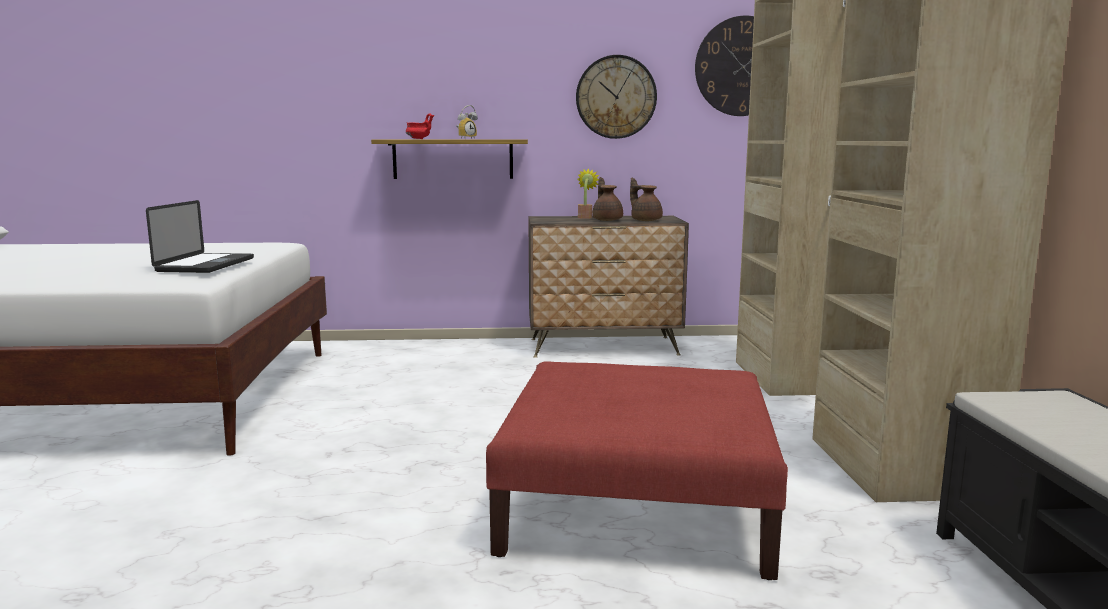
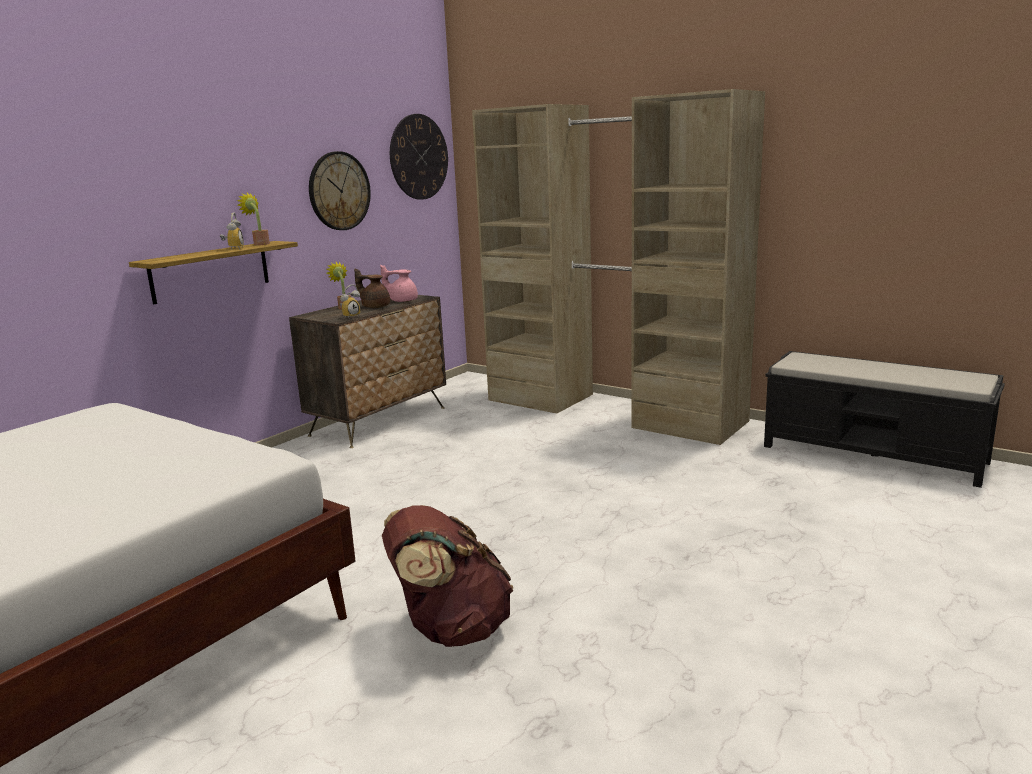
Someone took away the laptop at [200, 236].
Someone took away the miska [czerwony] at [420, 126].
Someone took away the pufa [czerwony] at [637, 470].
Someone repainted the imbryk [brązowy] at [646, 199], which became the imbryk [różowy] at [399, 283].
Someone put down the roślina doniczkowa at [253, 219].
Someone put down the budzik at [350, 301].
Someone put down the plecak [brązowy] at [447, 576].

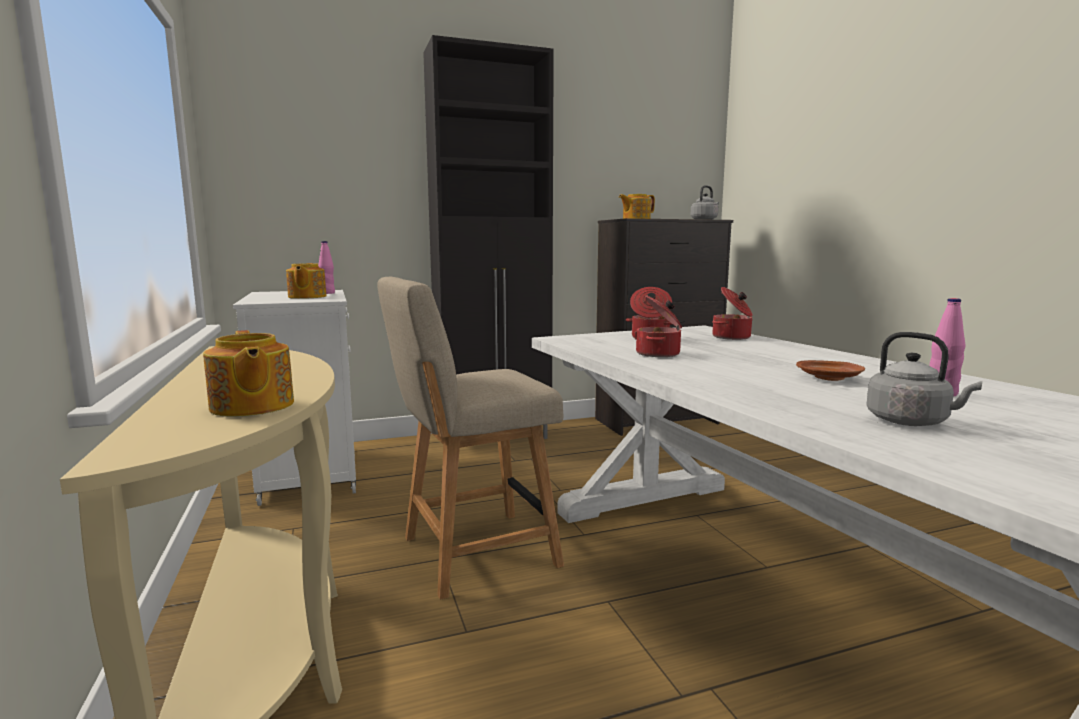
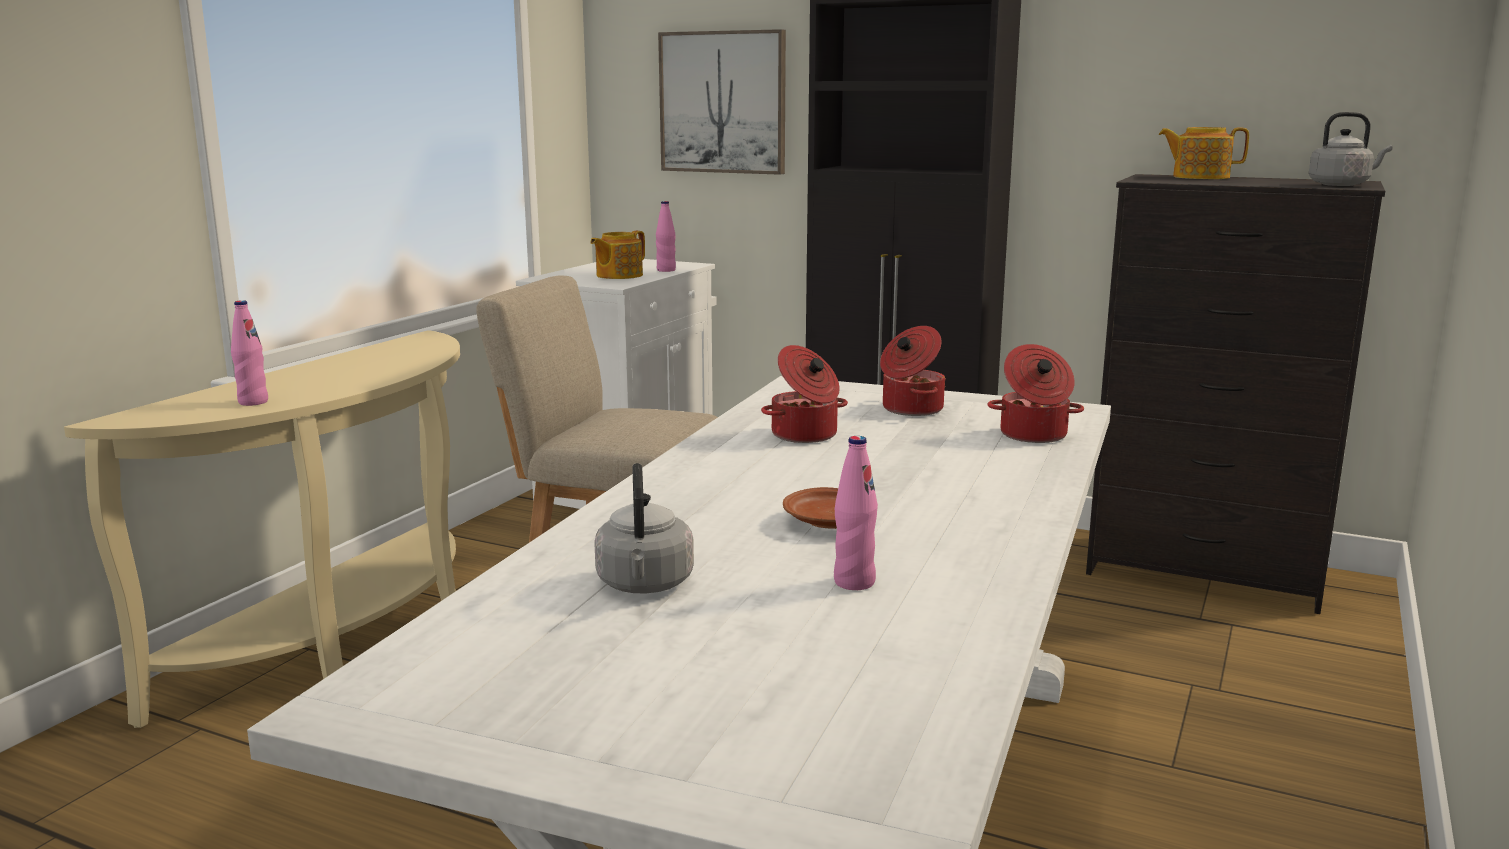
Someone swapped the imbryk at [248, 373] for the butelka [różowy] at [249, 353].
Someone put up the obraz at [722, 102].

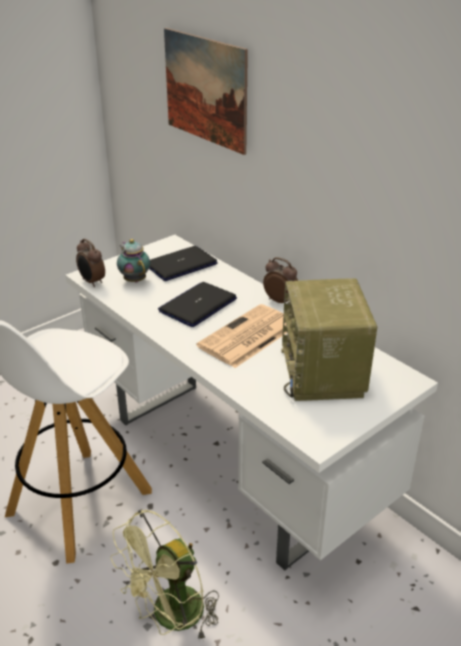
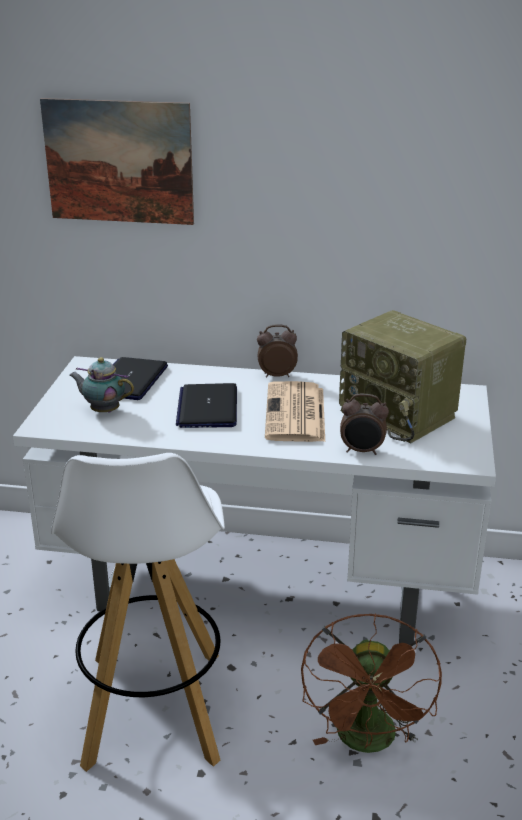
Someone carried the budzik from [90, 263] to [364, 424].
Someone repainted the wentylator [zielony] at [165, 575], which became the wentylator [brązowy] at [371, 683].

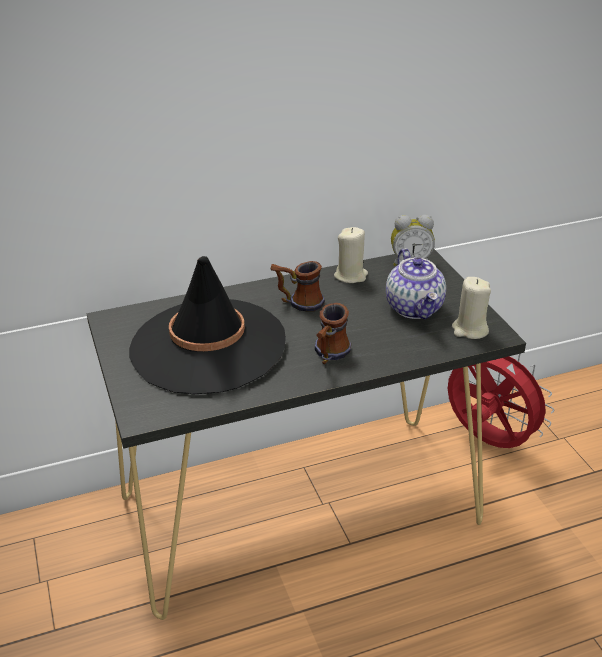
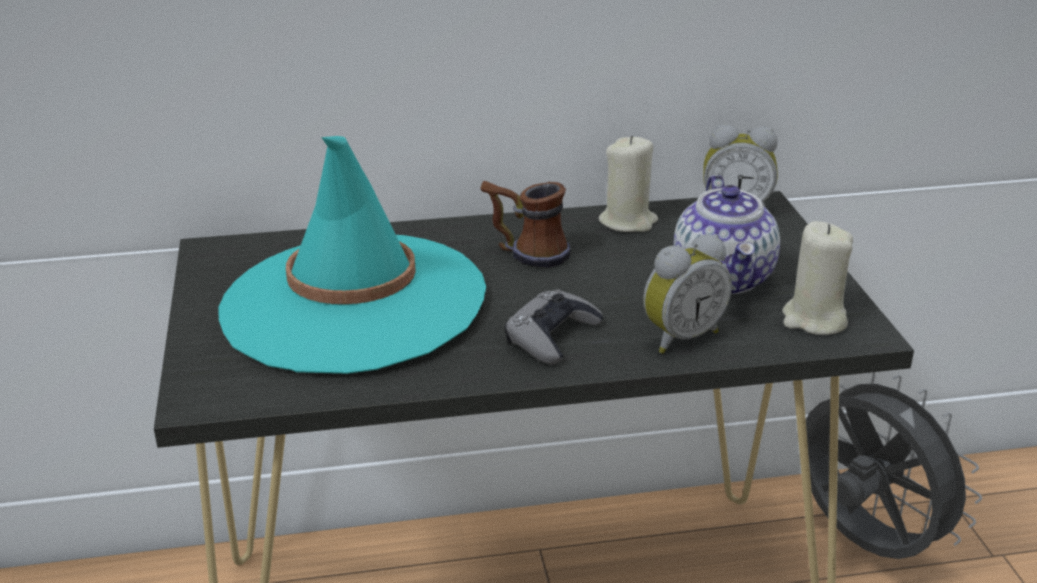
Someone repainted the kapelusz [czarny] at [207, 325], which became the kapelusz [turkusowy] at [352, 255].
Someone swapped the kubek at [333, 333] for the pad do gier [szary] at [554, 327].
Someone repainted the wentylator [czerwony] at [501, 401], which became the wentylator [szary] at [894, 465].
Someone put down the budzik at [687, 294].

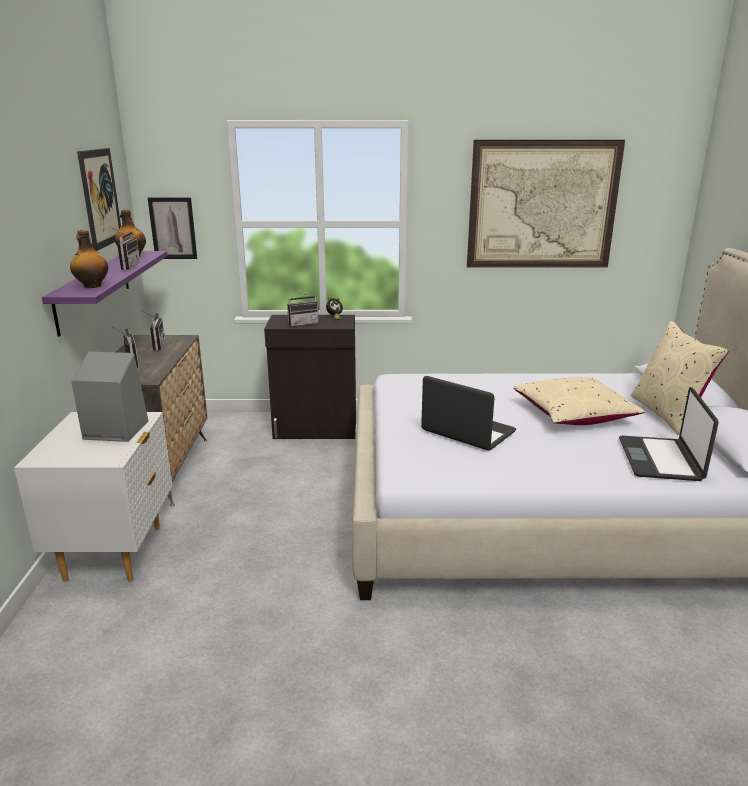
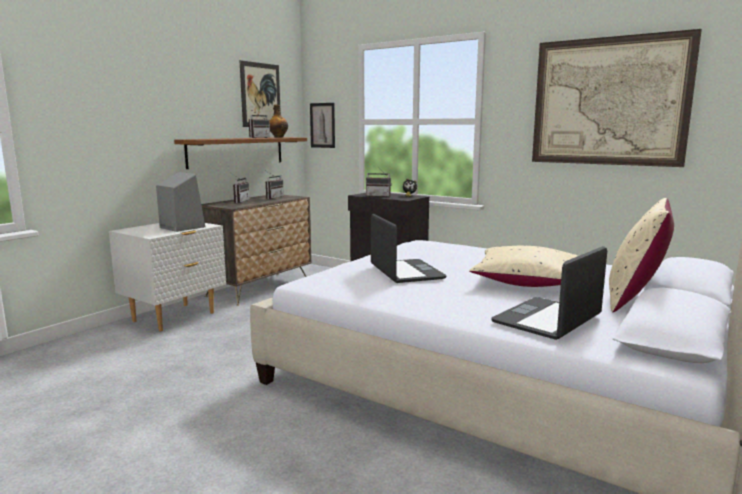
Someone repainted the półka [fioletowy] at [105, 294], which became the półka [brązowy] at [240, 153].
Someone took away the butelka at [89, 259].

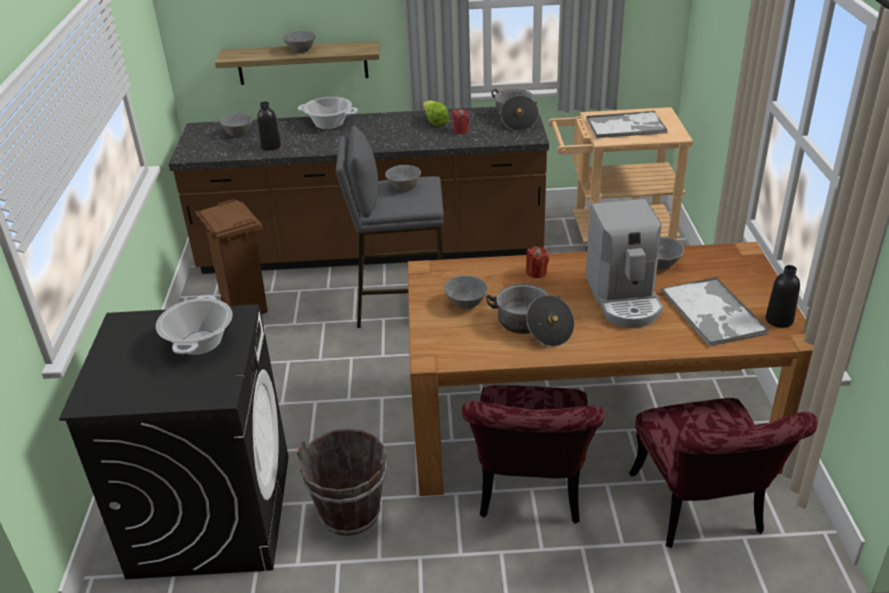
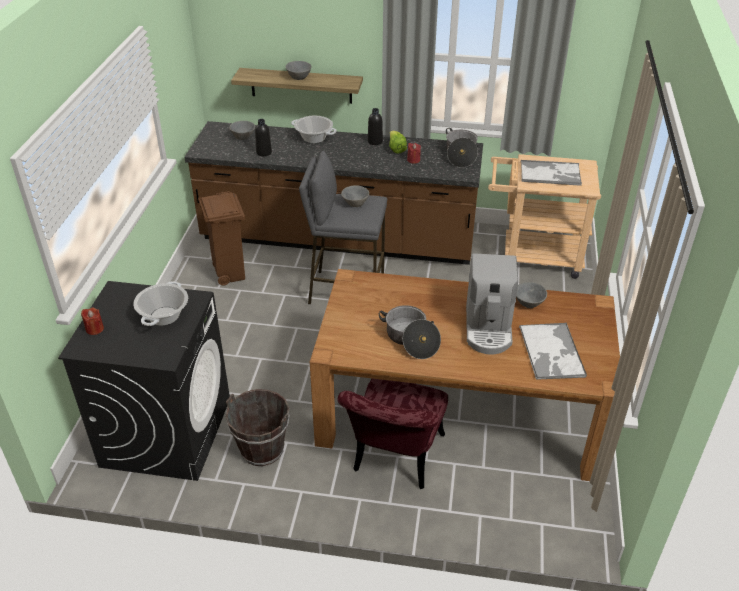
Someone took away the miska [szary] at [466, 292].
Someone carried the świeca [czerwony] from [537, 262] to [92, 321].
Someone took away the krzesło [czerwony] at [723, 473].
Someone carried the butelka [czarny] from [783, 296] to [375, 126].

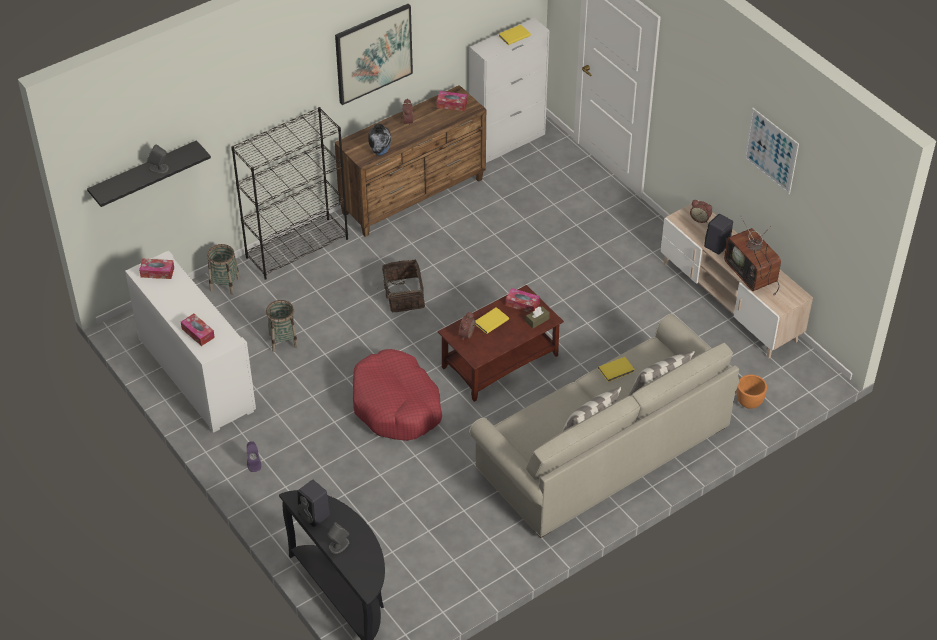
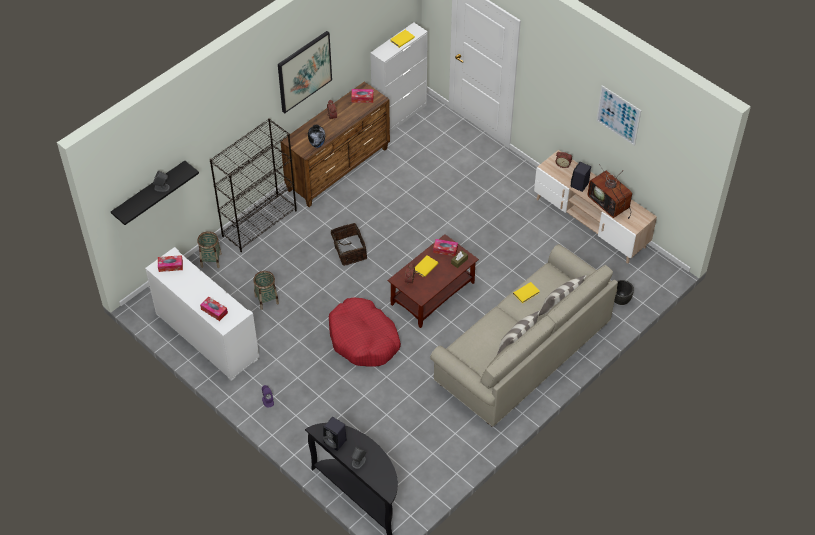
Someone repainted the donica [pomarańczowy] at [752, 392], which became the donica [czarny] at [624, 292].

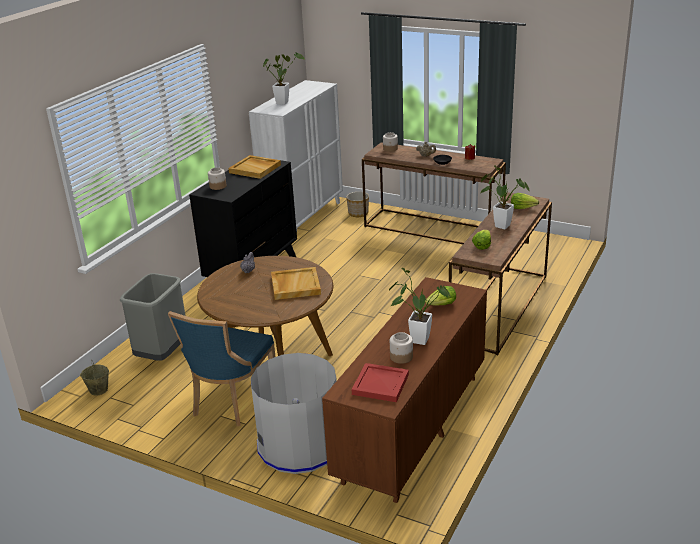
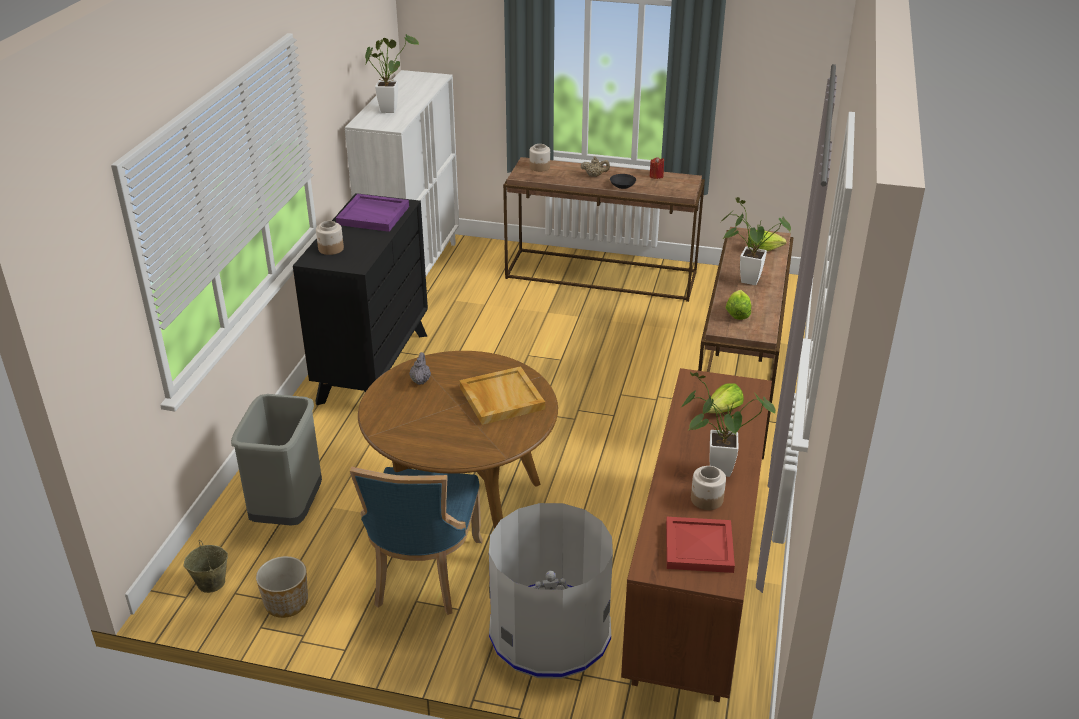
Someone repainted the taca [beżowy] at [254, 167], which became the taca [fioletowy] at [372, 213].
Someone carried the donica from [357, 204] to [282, 587].

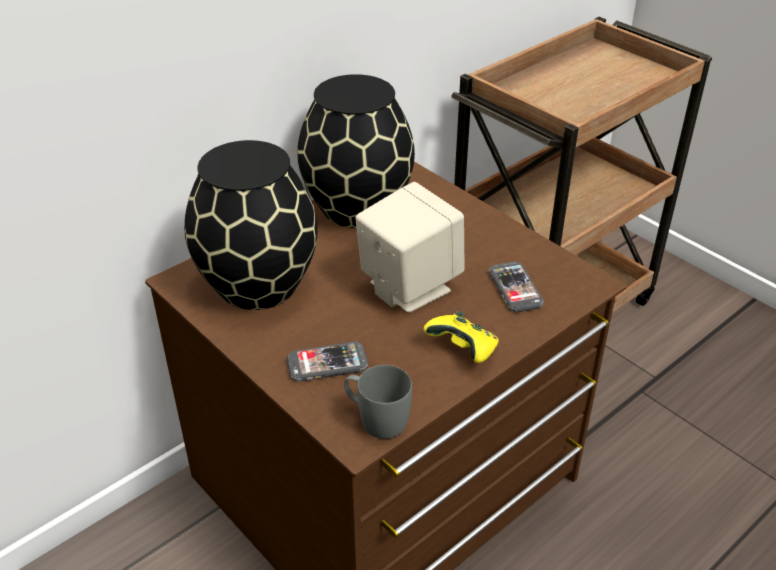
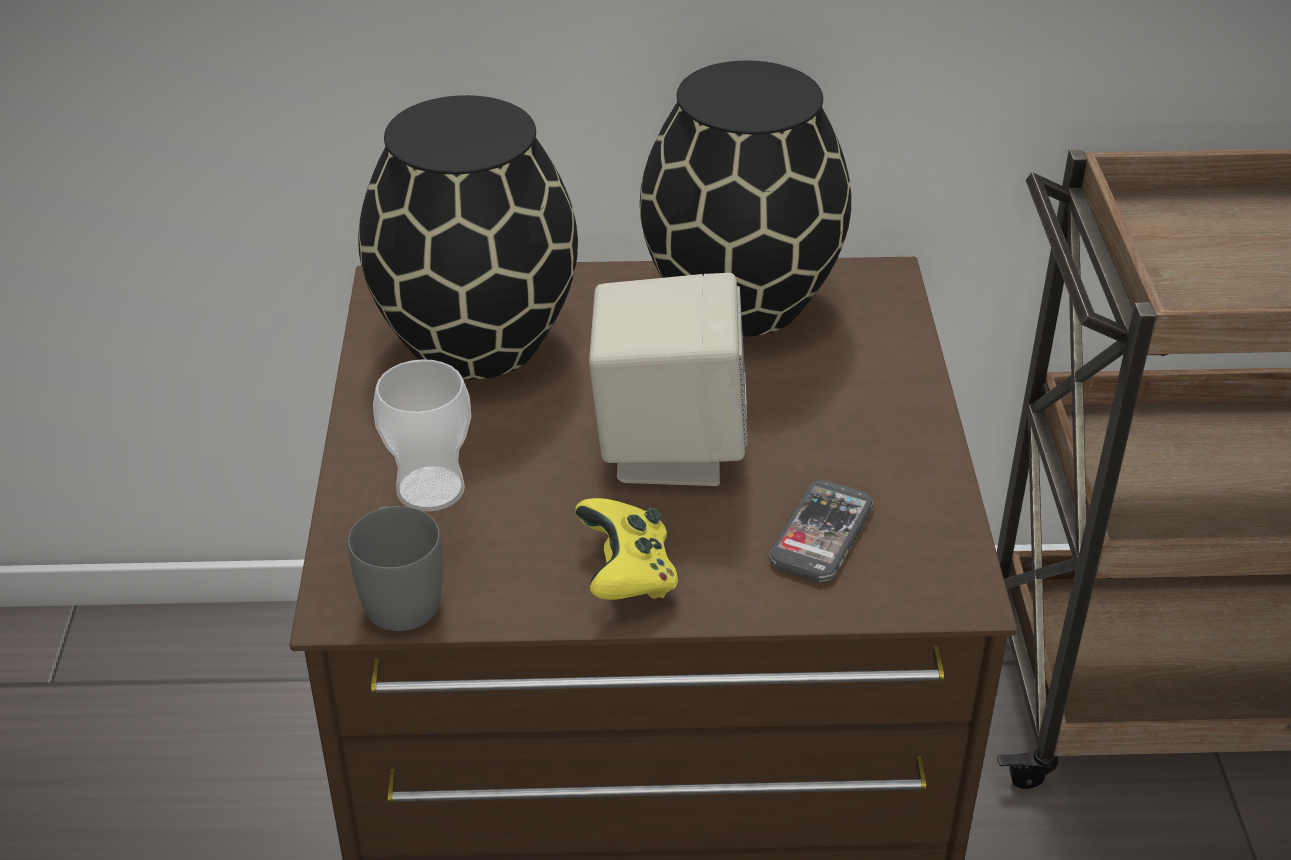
Someone swapped the telefon at [327, 361] for the filiżanka at [422, 435].

